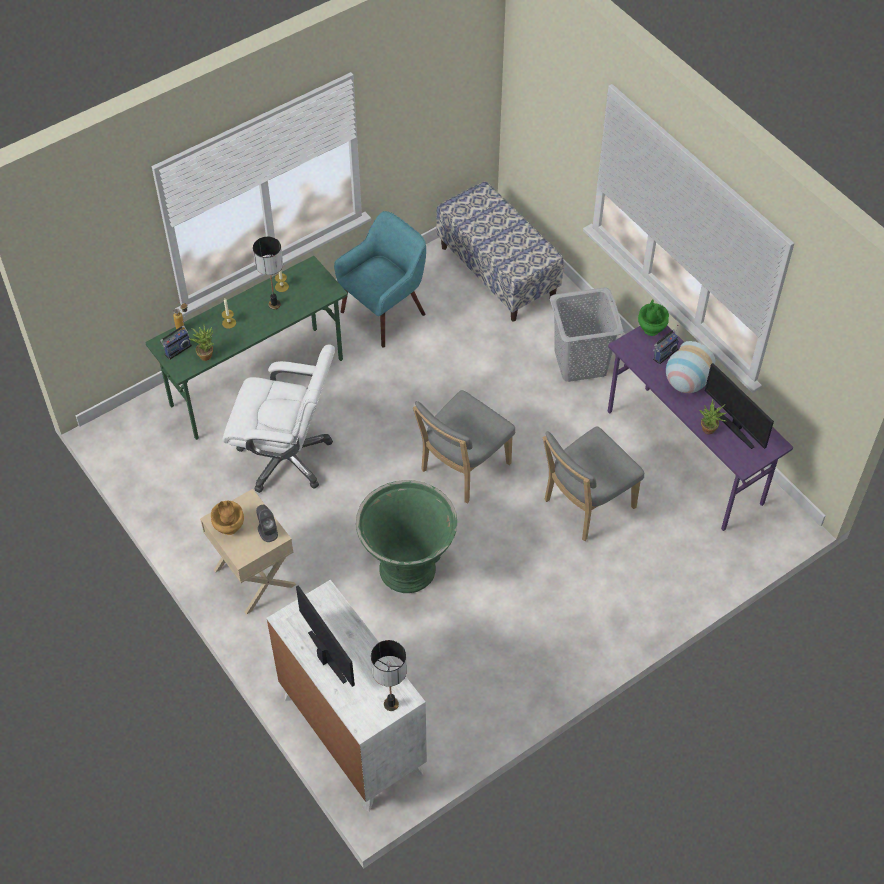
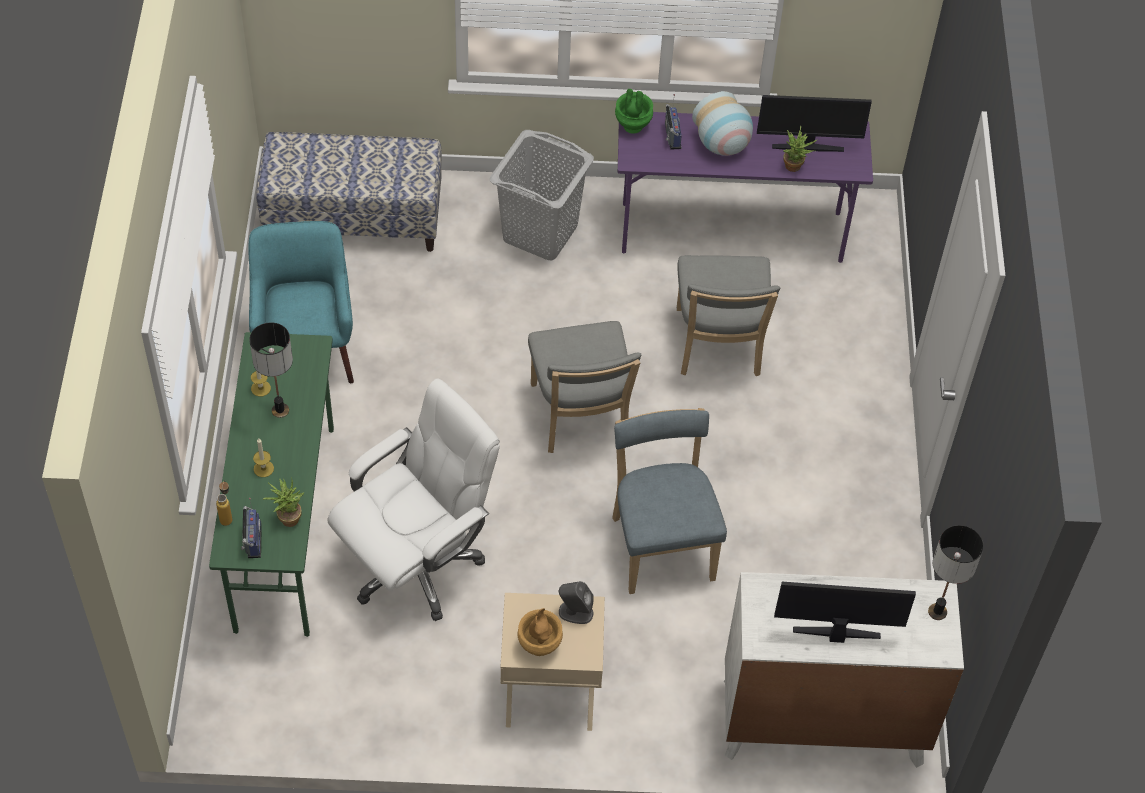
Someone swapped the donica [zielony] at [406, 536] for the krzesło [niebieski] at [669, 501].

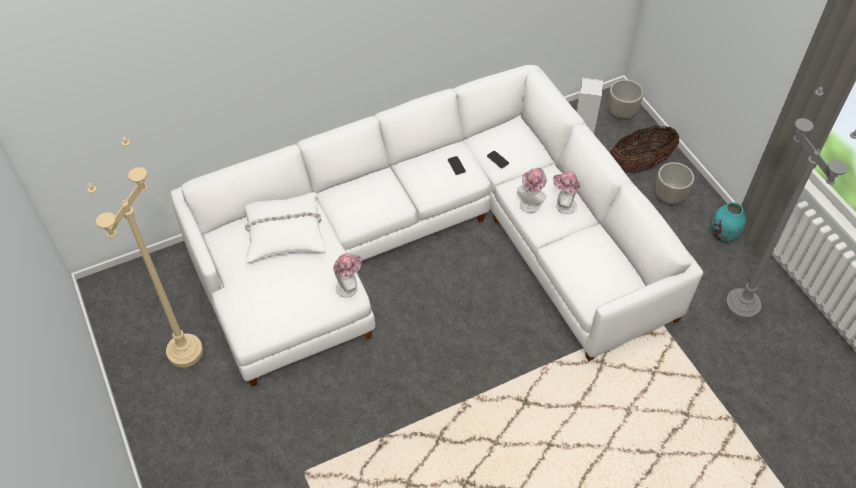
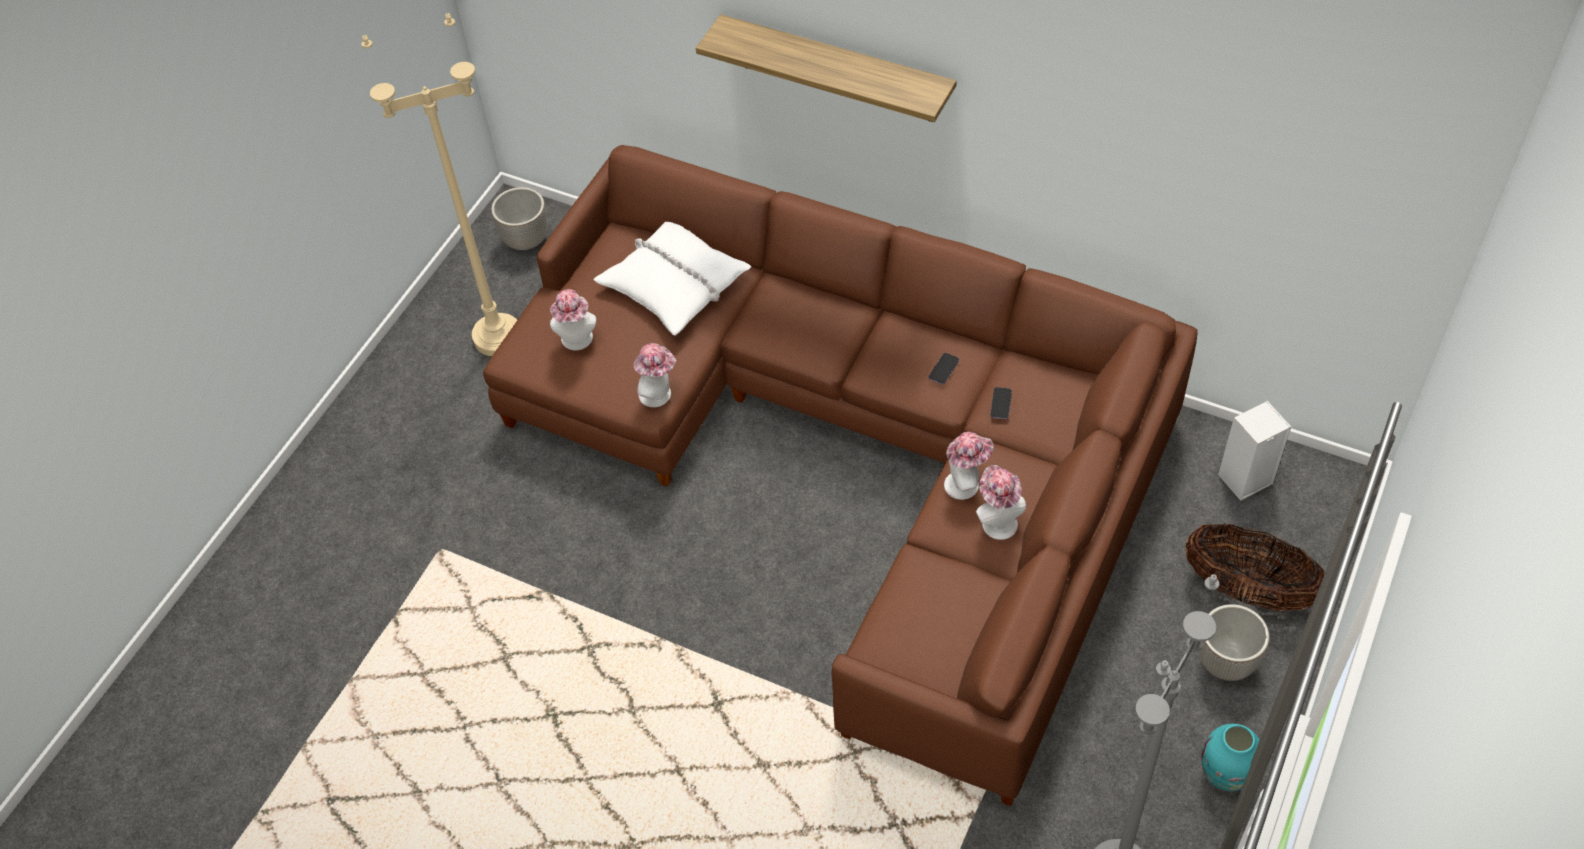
Someone repainted the kanapa [biały] at [437, 226], which became the kanapa [brązowy] at [840, 475].
Someone carried the donica from [626, 99] to [519, 218].
Someone put down the kapelusz at [573, 319].
Someone put up the półka at [826, 68].

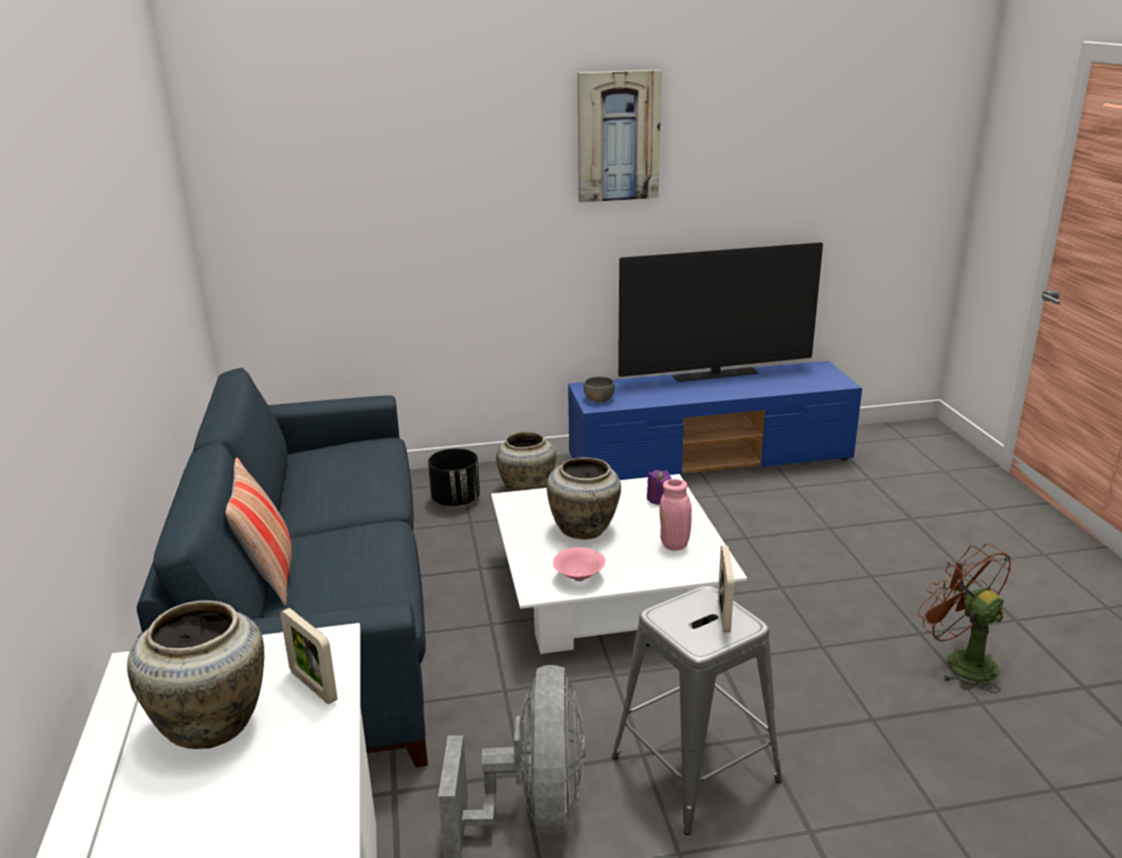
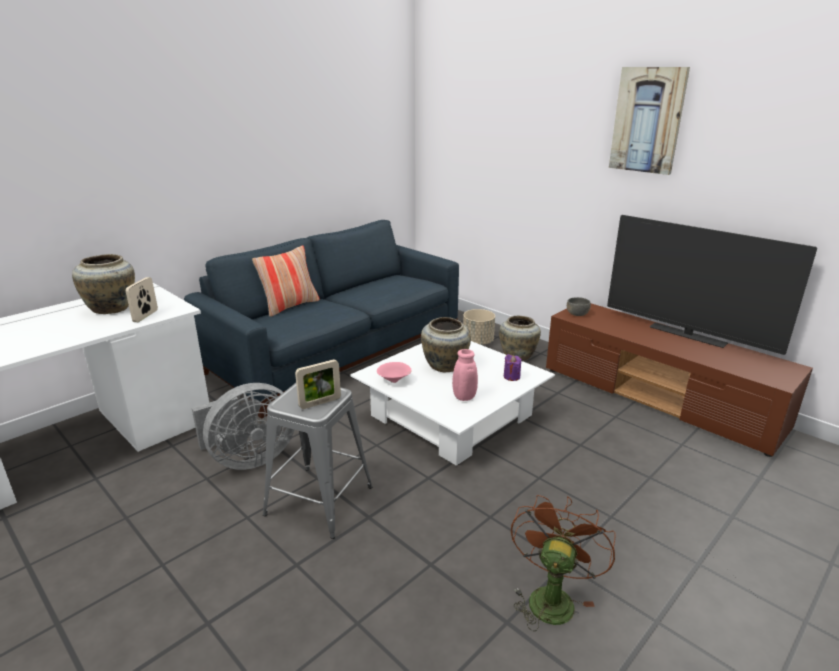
Someone repainted the donica [czarny] at [454, 477], which became the donica [beżowy] at [479, 327].
Someone repainted the szafka pod telewizor [niebieski] at [715, 420], which became the szafka pod telewizor [brązowy] at [679, 380].

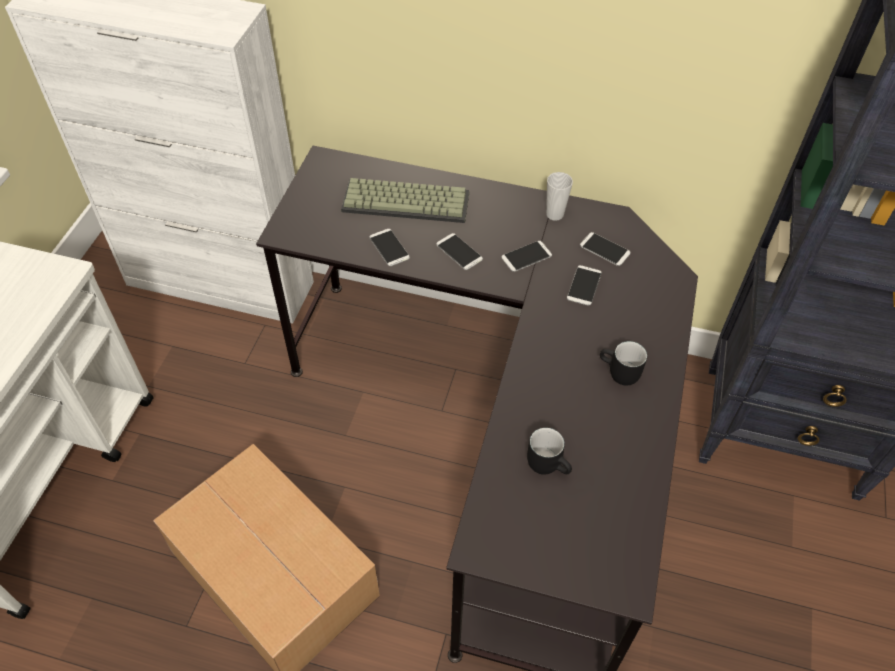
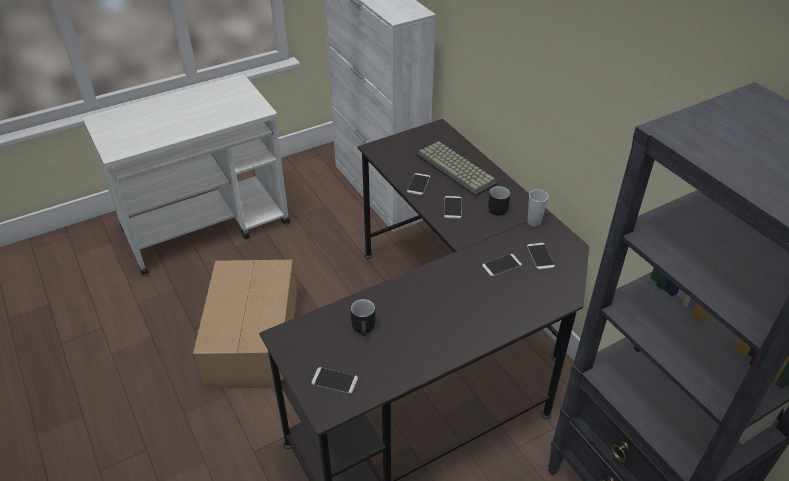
Someone carried the telefon from [526, 256] to [334, 380].
Someone carried the kubek [czarny] from [623, 363] to [499, 201].

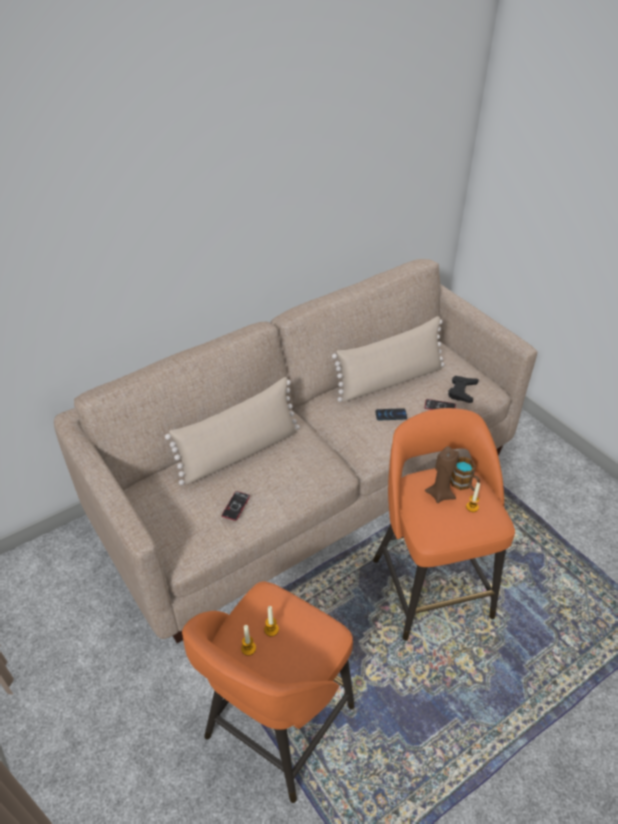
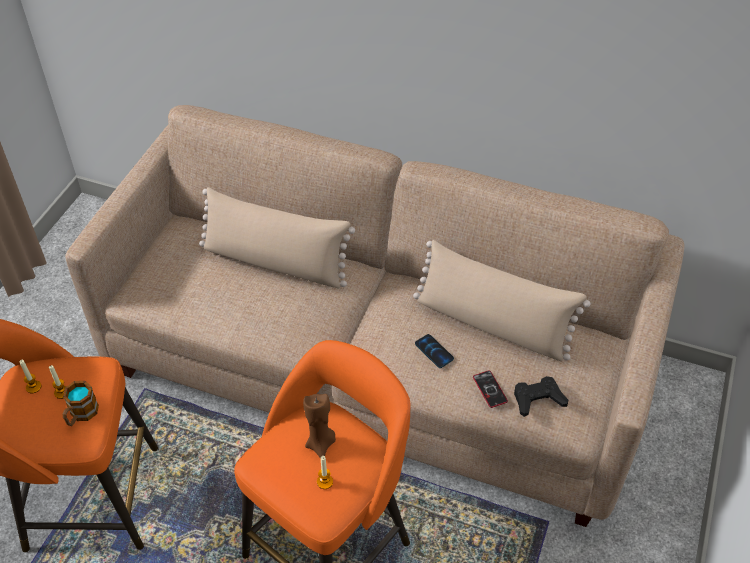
Someone took away the telefon at [236, 506].
Someone carried the kubek from [465, 474] to [80, 403].

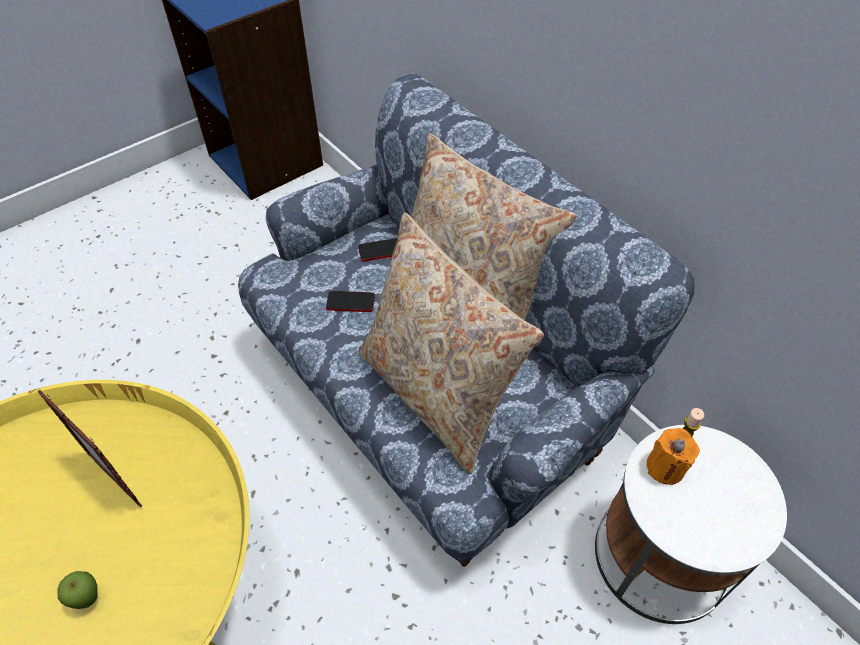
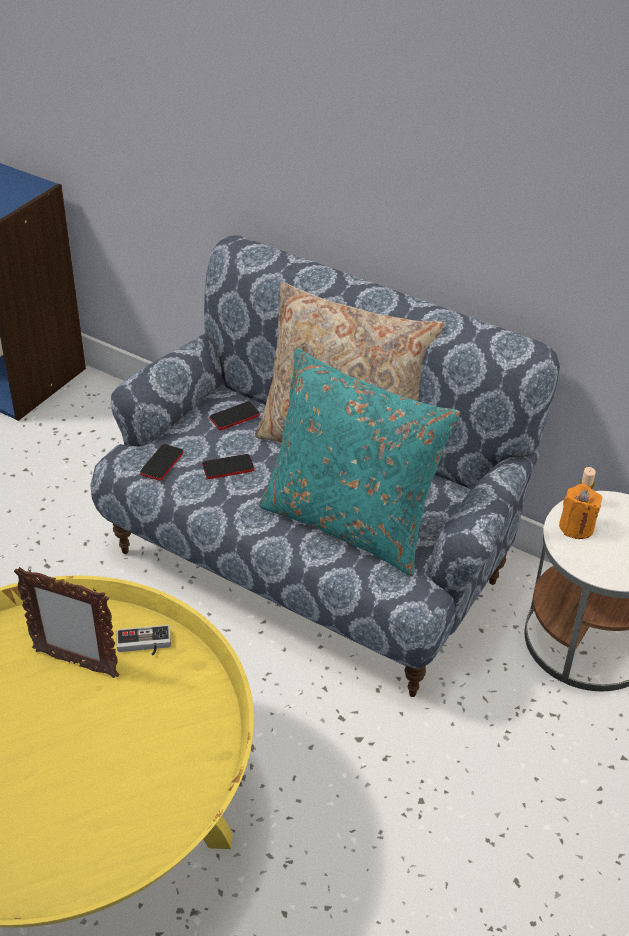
Someone took away the jabłko at [78, 590].
Someone repainted the poduszka [beżowy] at [451, 343], which became the poduszka [turkusowy] at [359, 462].
Someone put down the pad do gier at [143, 640].
Someone put down the telefon at [161, 462].

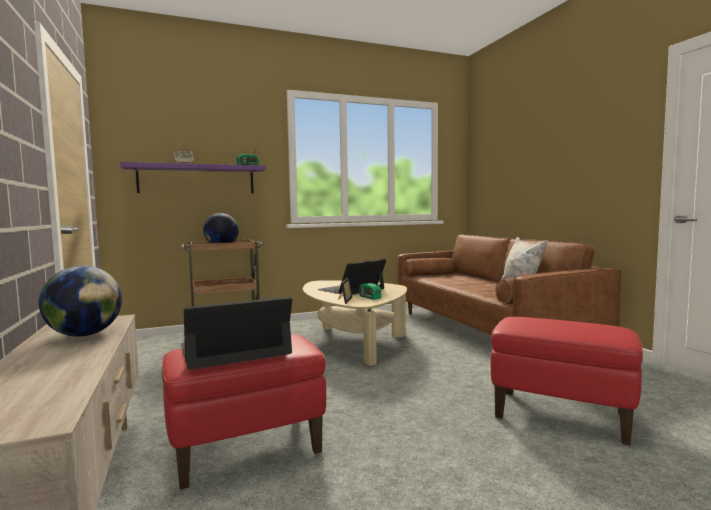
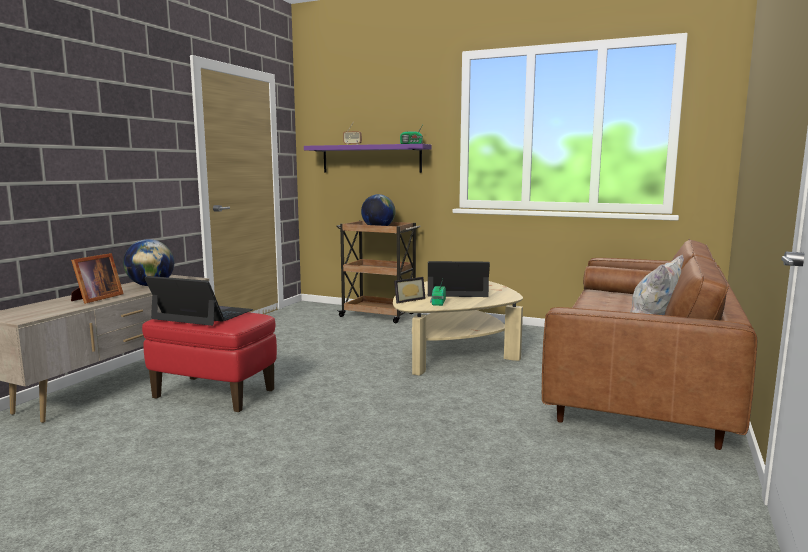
Someone took away the pufa [czerwony] at [567, 381].
Someone put down the ramka na zdjęcie at [97, 278].

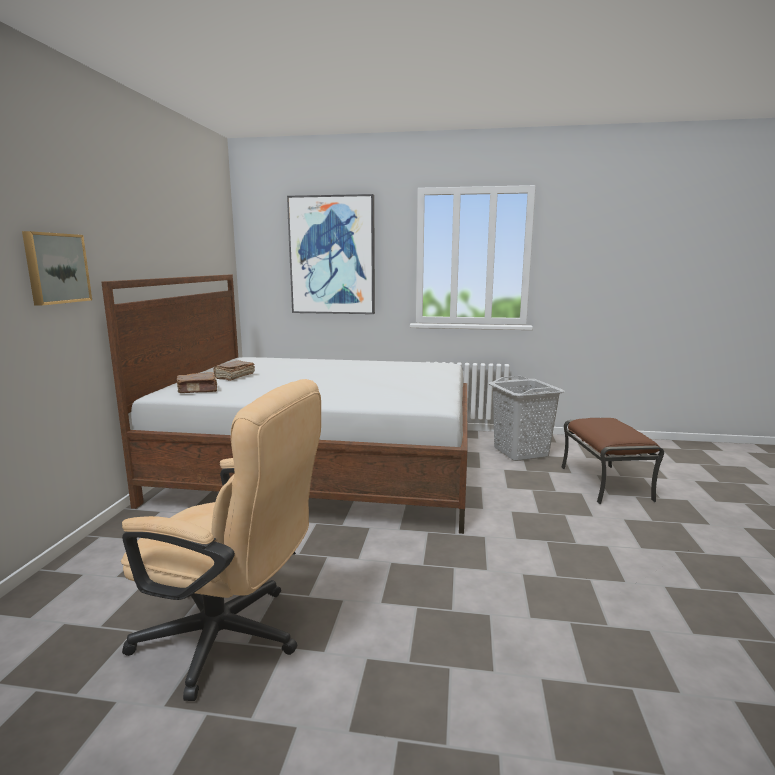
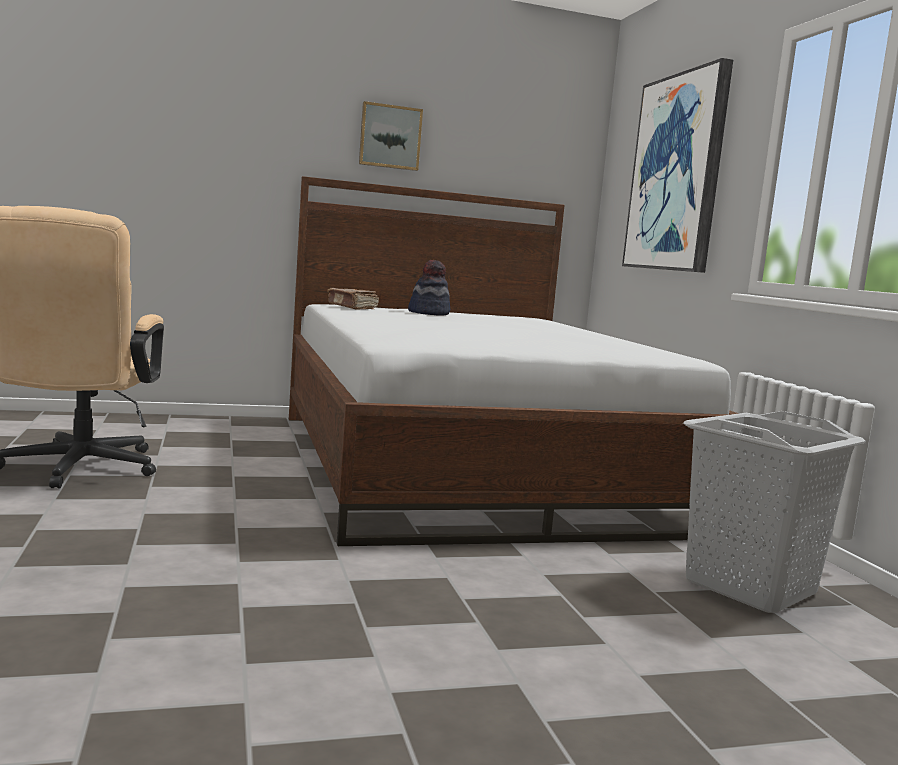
Someone carried the obraz from [57, 268] to [391, 136].
Someone swapped the książka [brązowy] at [234, 370] for the kapelusz at [429, 288].
Someone took away the pufa [brązowy] at [612, 461].

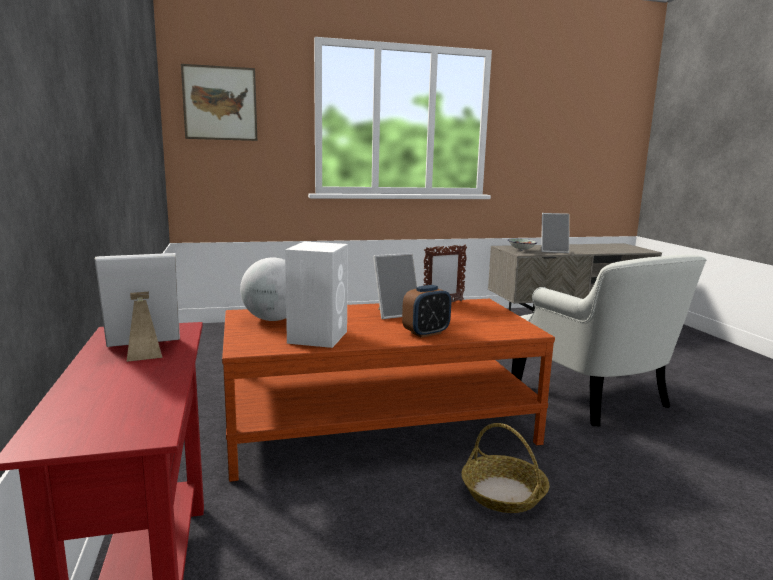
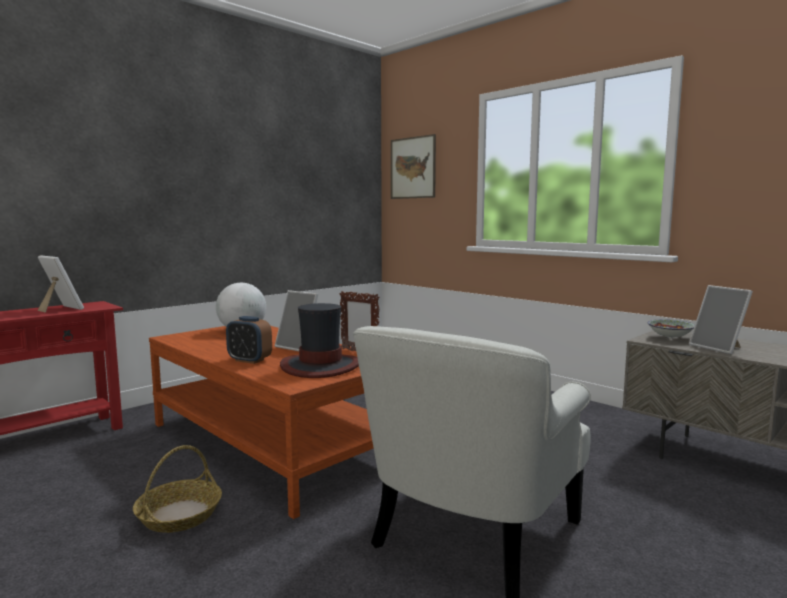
Someone took away the głośnik [biały] at [316, 294].
Someone put down the kapelusz at [319, 340].

